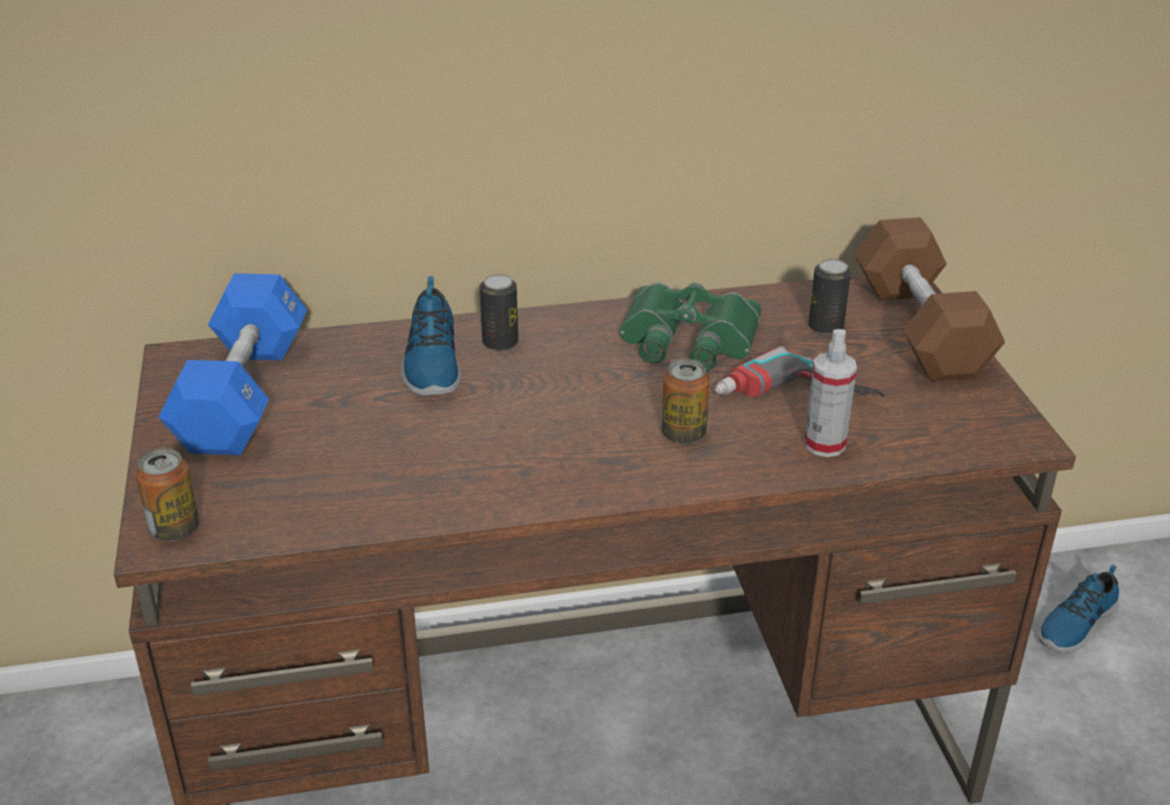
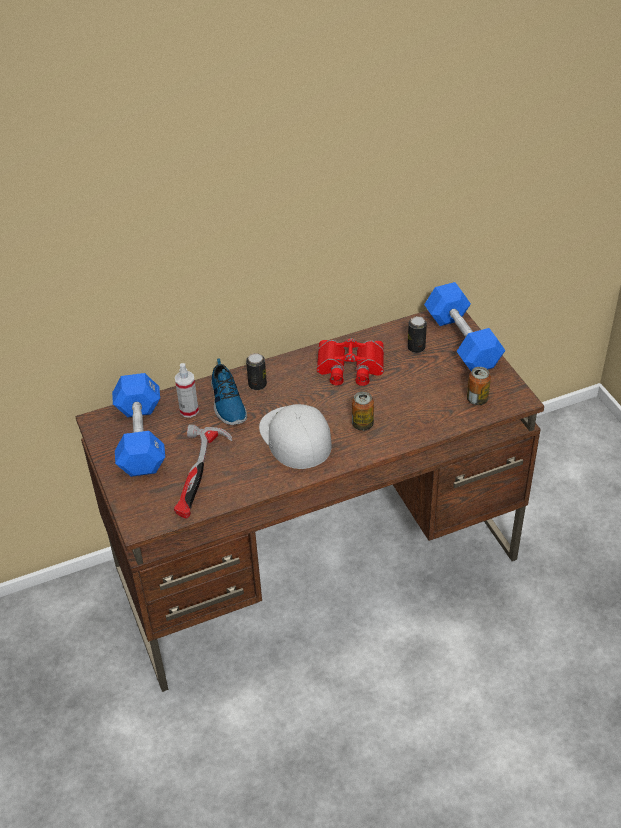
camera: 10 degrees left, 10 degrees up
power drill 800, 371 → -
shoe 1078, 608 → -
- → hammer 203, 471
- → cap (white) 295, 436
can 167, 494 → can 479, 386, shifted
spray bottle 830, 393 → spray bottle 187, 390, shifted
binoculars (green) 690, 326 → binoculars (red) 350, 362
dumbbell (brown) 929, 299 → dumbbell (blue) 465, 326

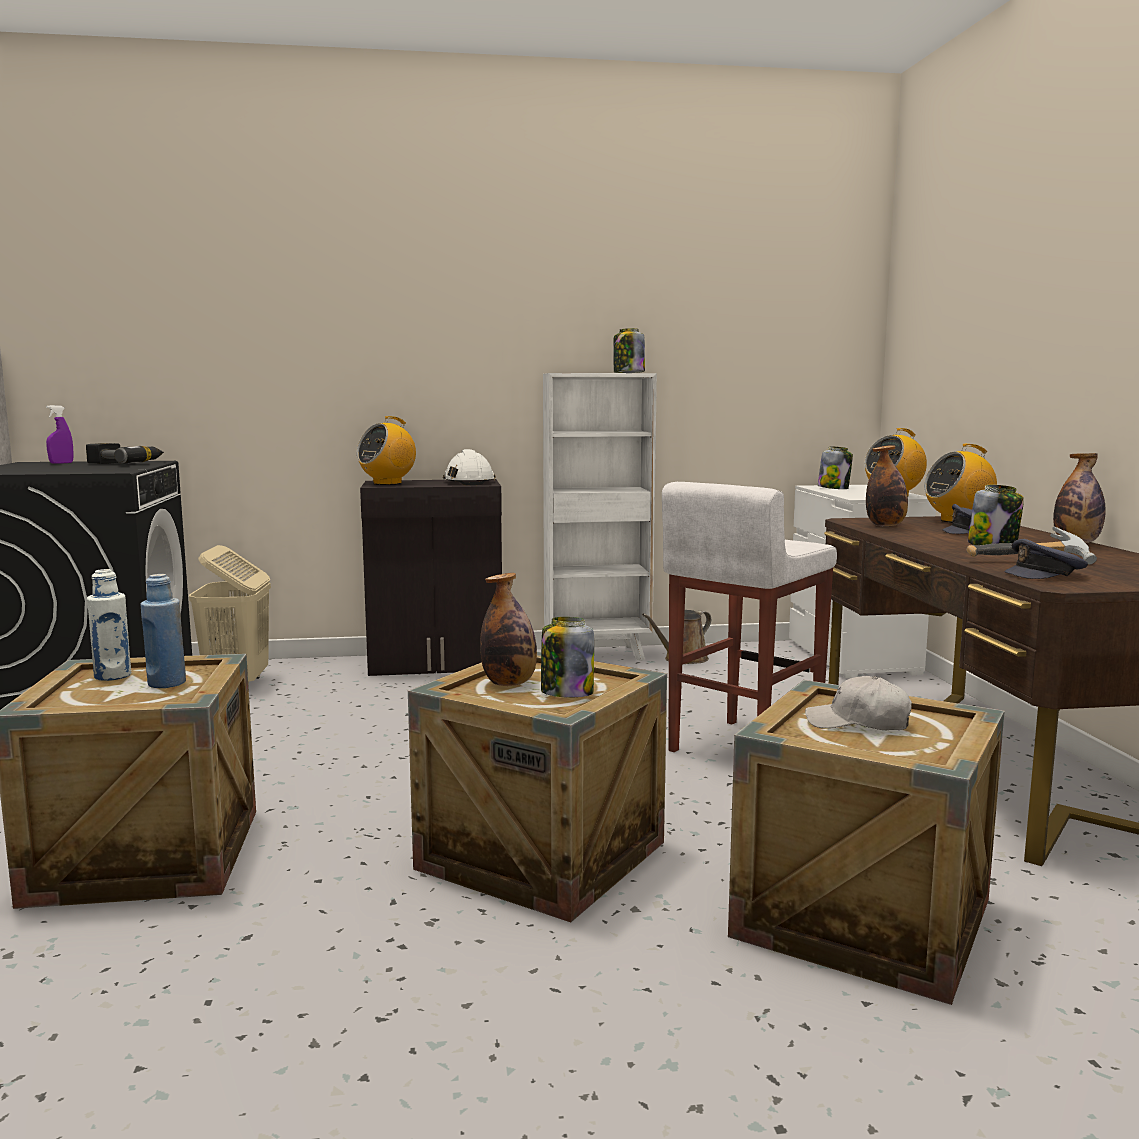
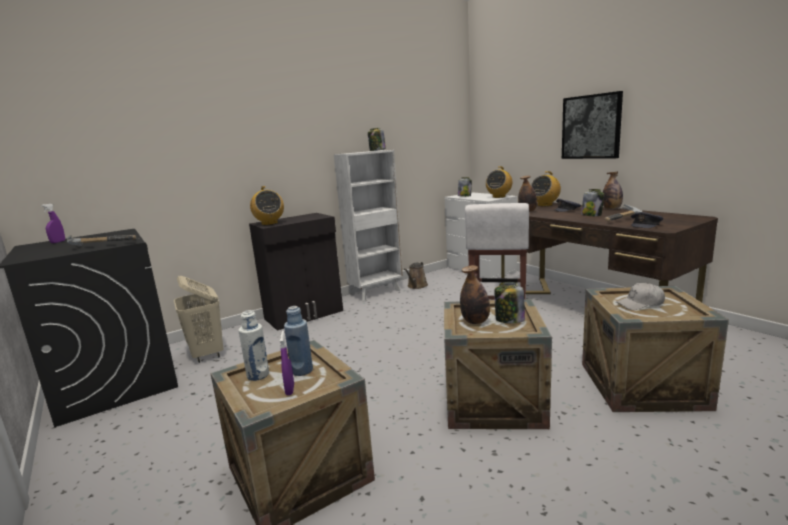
camera: 25 degrees left, 5 degrees up
power drill 125, 453 → -
hard hat (white) 469, 467 → -
- → hammer 101, 241
- → spray bottle (purple) 287, 363
- → picture 592, 125
radio 386, 450 → radio 267, 205, 45 degrees counterclockwise

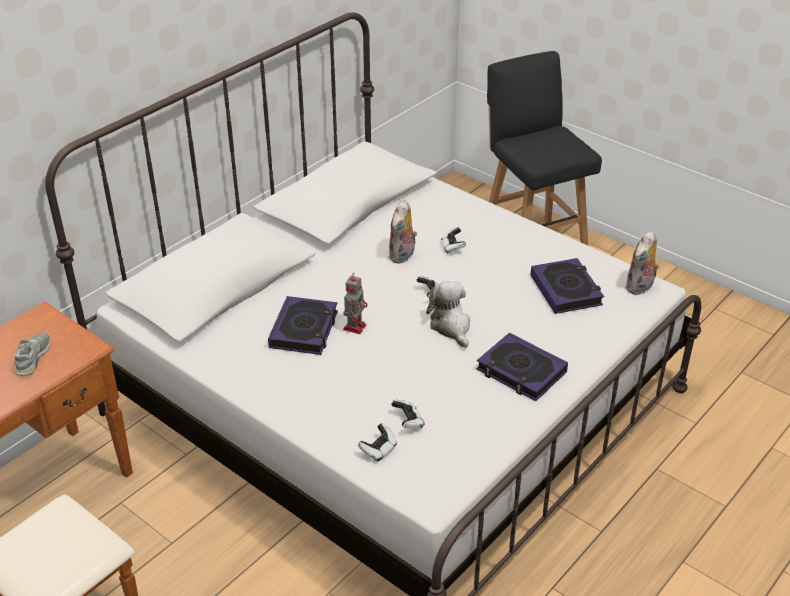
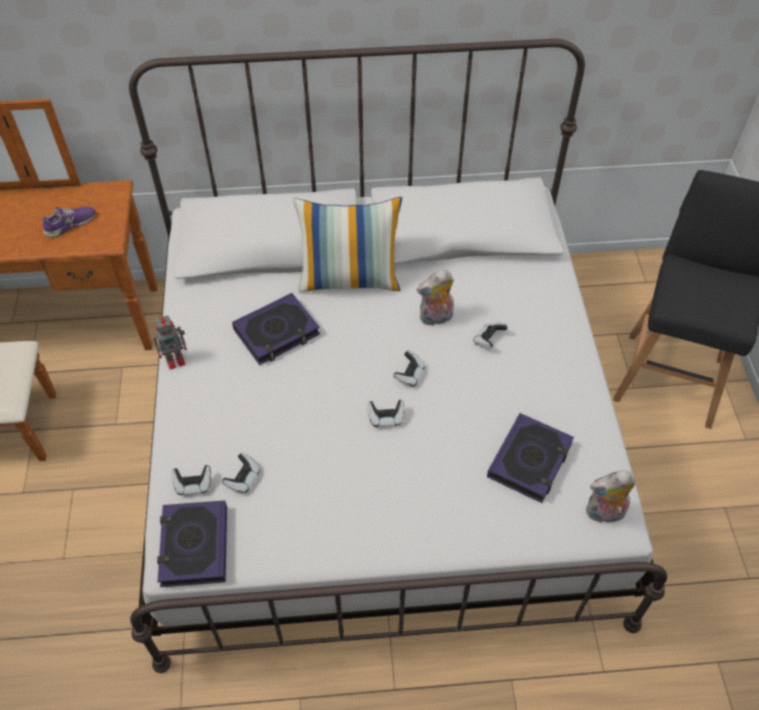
camera: 45 degrees right, 15 degrees up
- → pillow 347, 244
toy robot 355, 304 → toy robot 169, 342, shifted
book 522, 367 → book 192, 543, shifted
plush toy 448, 314 → game controller 386, 413
shoe (grey) 32, 354 → shoe (purple) 69, 222

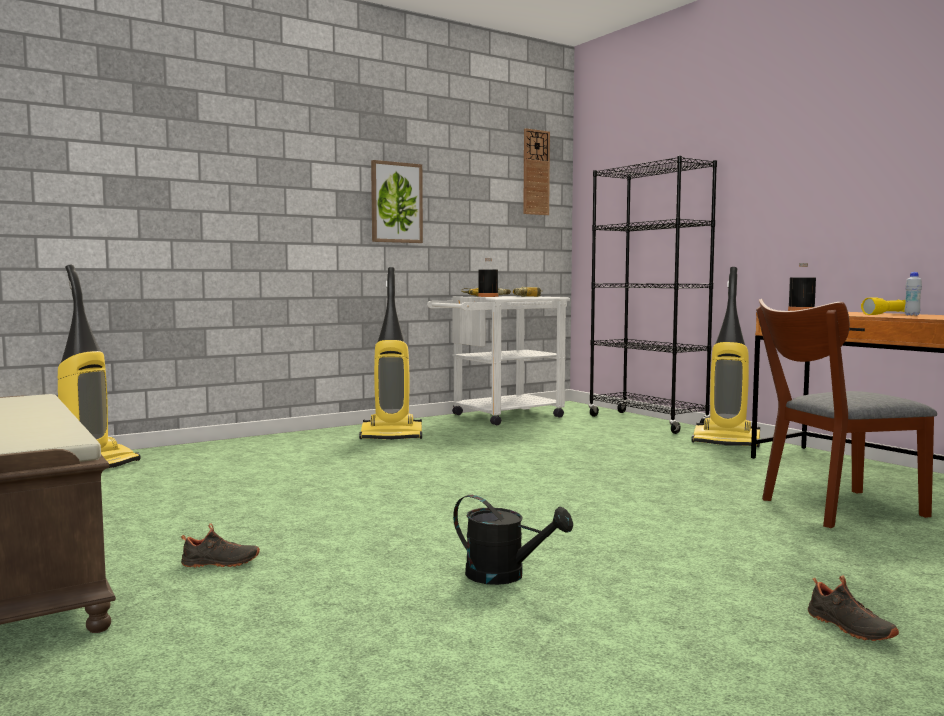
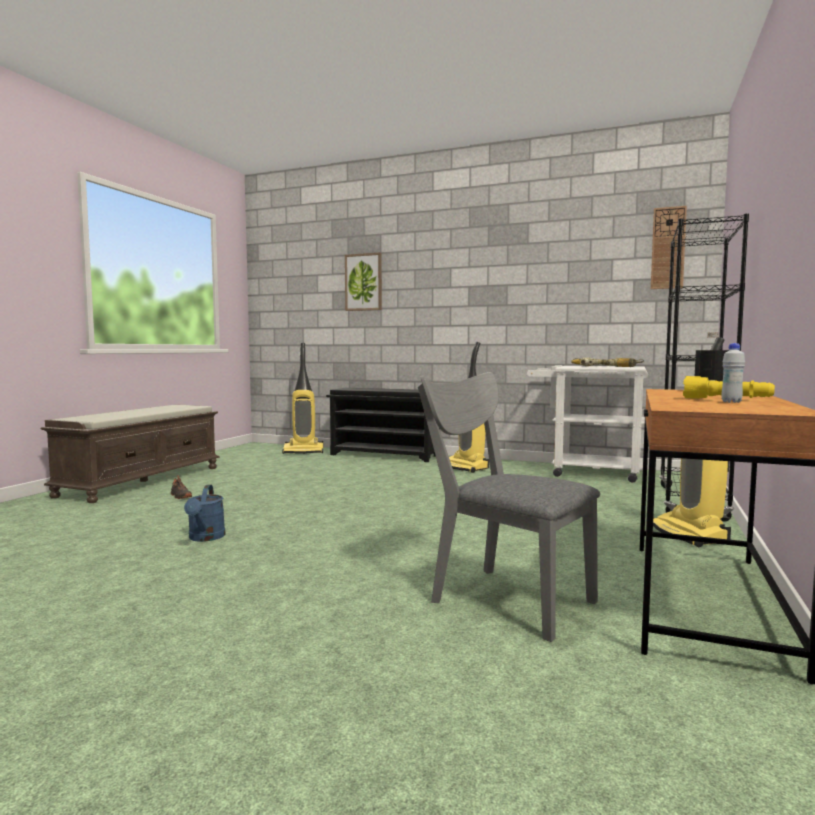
camera: 55 degrees right, 0 degrees up
bottle (black) 488, 277 → -
shoe (black) 853, 608 → -
- → shoe rack (black) 383, 425
picture 397, 201 → picture 363, 281, shifted
watering can (black) 513, 540 → watering can (blue) 205, 513
chair (brown) 846, 413 → chair (grey) 509, 507

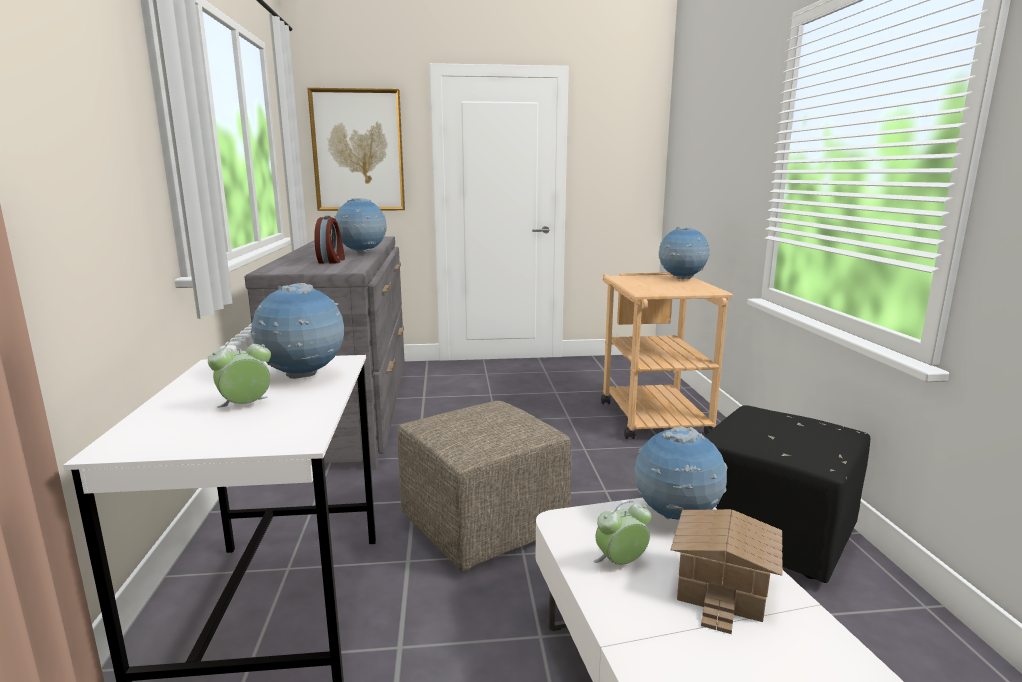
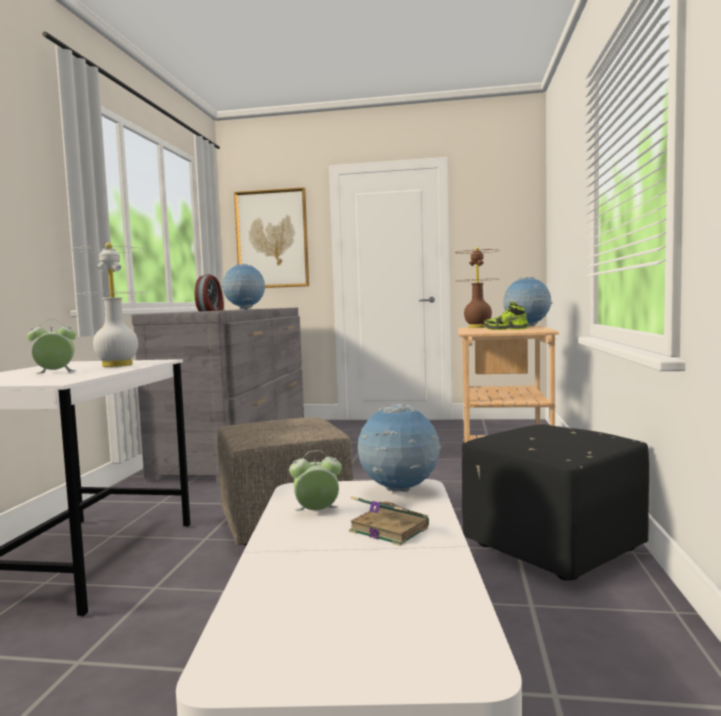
camera: 15 degrees right, 10 degrees down
- → table lamp (brown) 477, 287
- → shoe 506, 316
globe 297, 331 → table lamp (white) 109, 305
toy house 726, 571 → book 389, 521

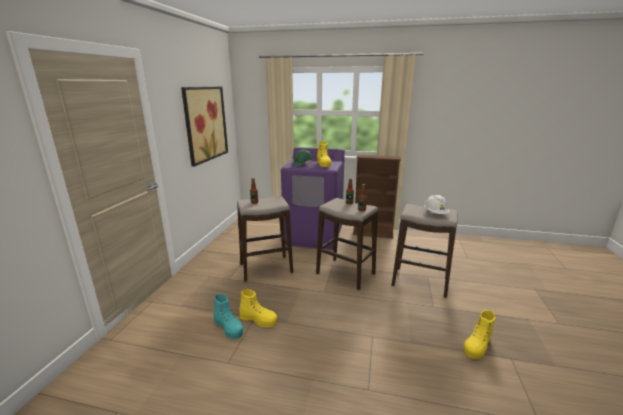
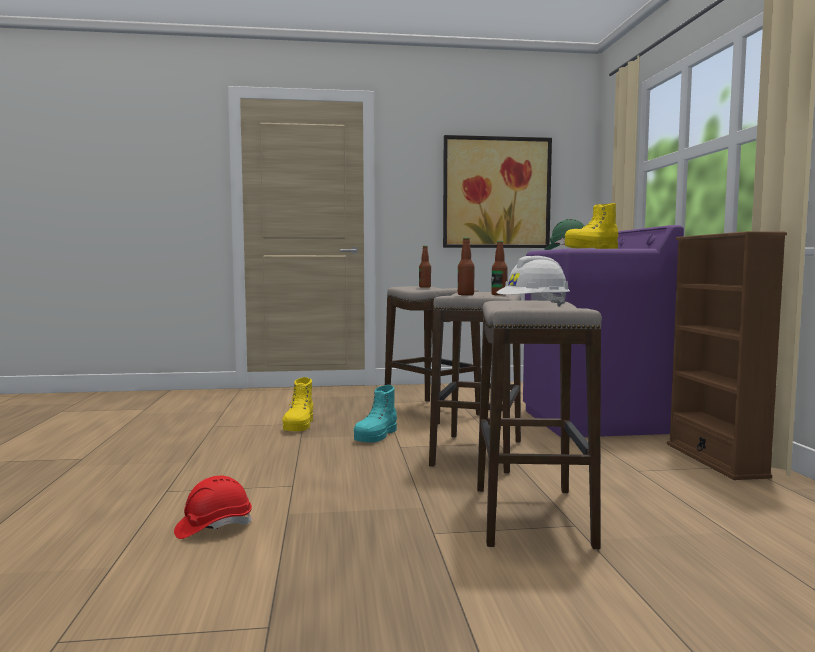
camera: 70 degrees right, 15 degrees down
boot (yellow) 480, 334 → -
- → hard hat (red) 213, 507
boot (turquoise) 228, 316 → boot (turquoise) 375, 414, shifted

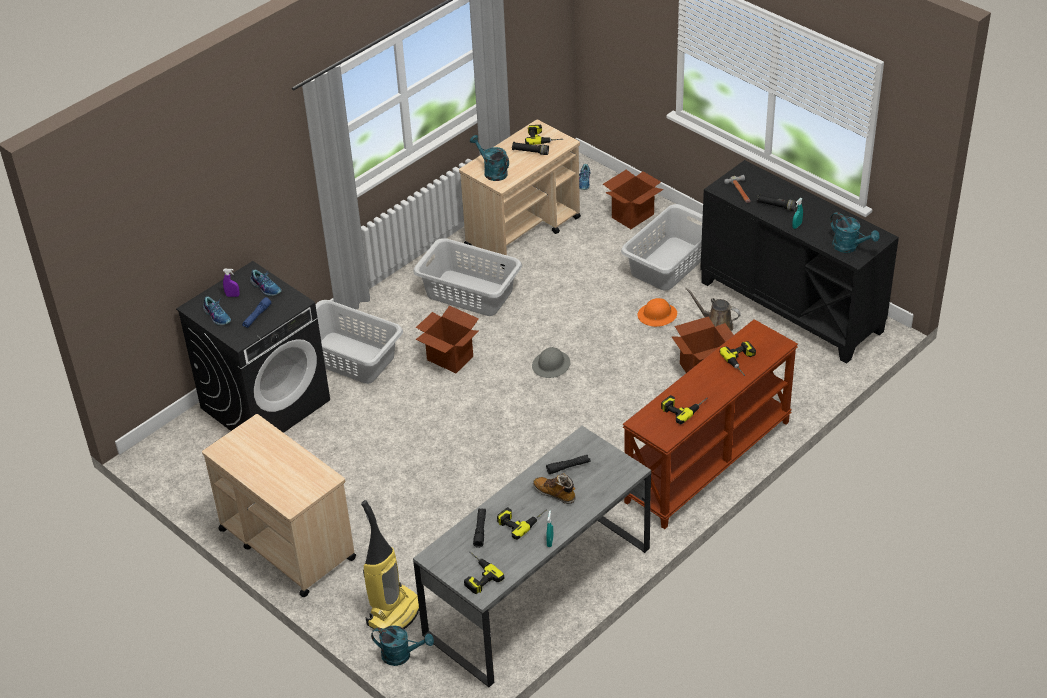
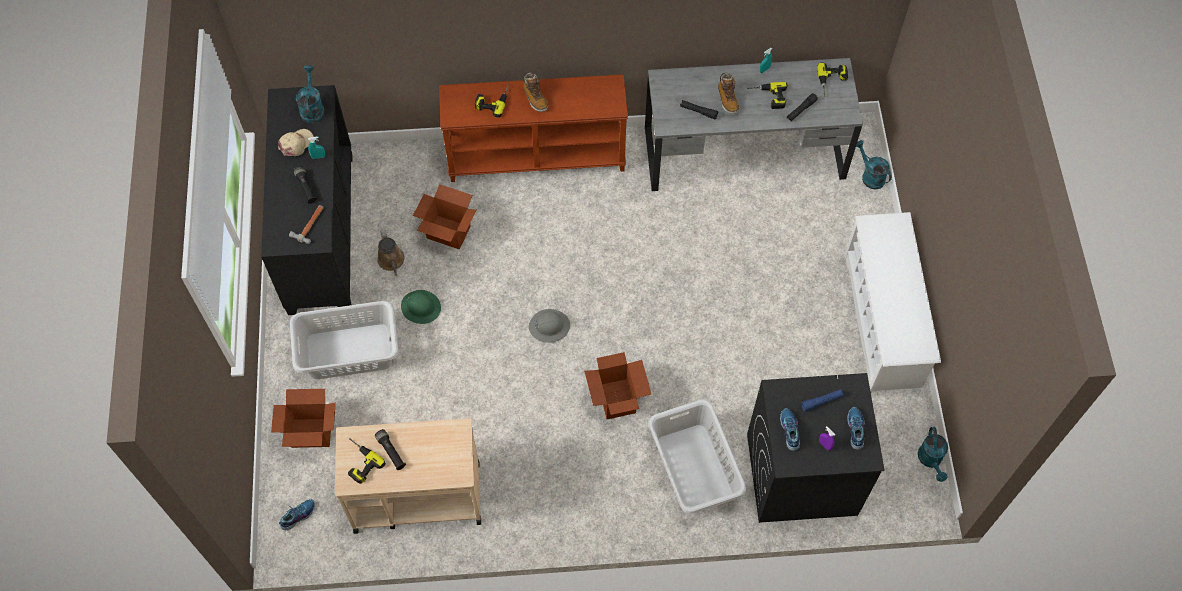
camera: 140 degrees left, 20 degrees up
vacuum cleaner 390, 566 → -
laundry basket (grey) 467, 277 → -
power drill 684, 409 → -
- → cap (beige) 296, 142
- → boot 535, 92
watering can (turquoise) 489, 158 → watering can (turquoise) 933, 454, shifted
cart (beige) 279, 505 → shoe rack (white) 892, 303
hard hat (orange) 657, 312 → hard hat (green) 421, 307

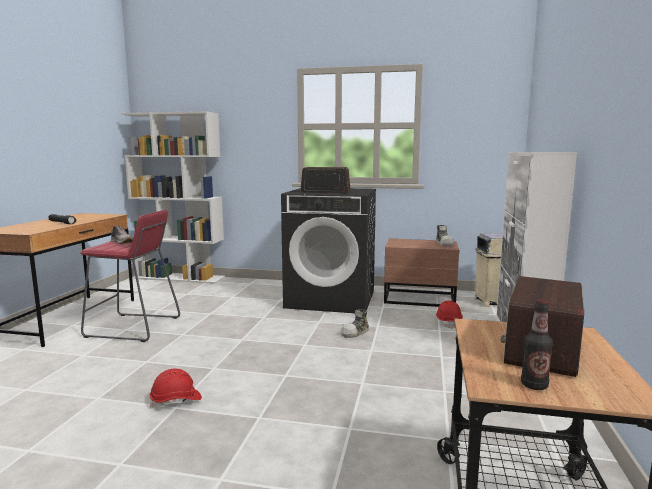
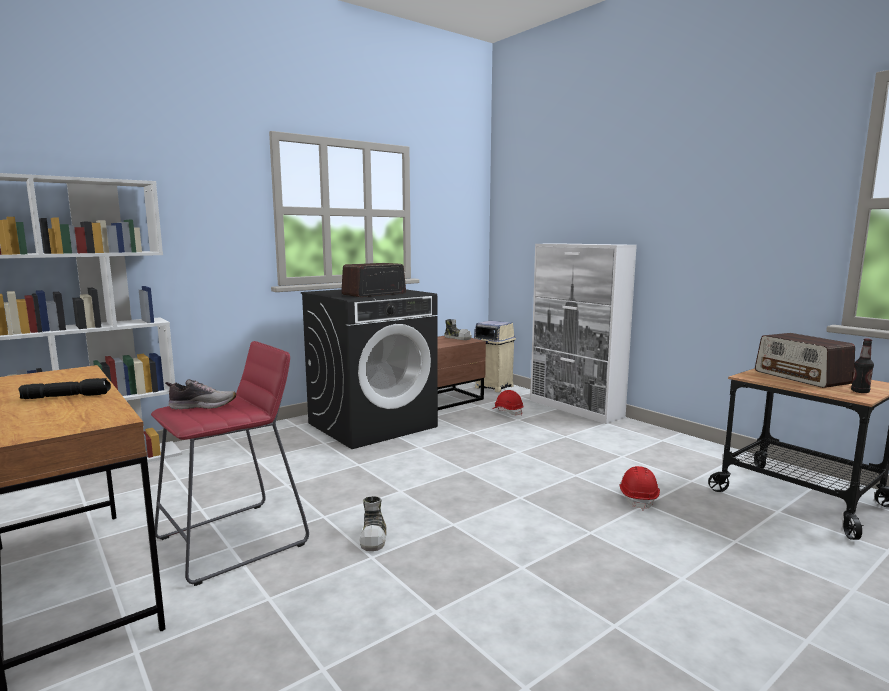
camera: 50 degrees left, 0 degrees up
hard hat (red) 176, 389 → hard hat (red) 639, 488, shifted
shoe 355, 323 → shoe 373, 523, shifted

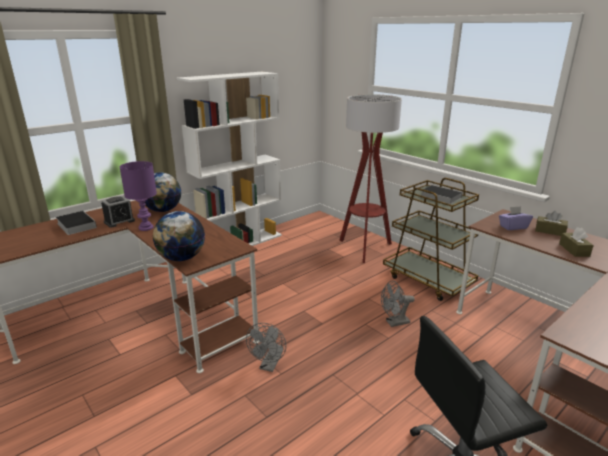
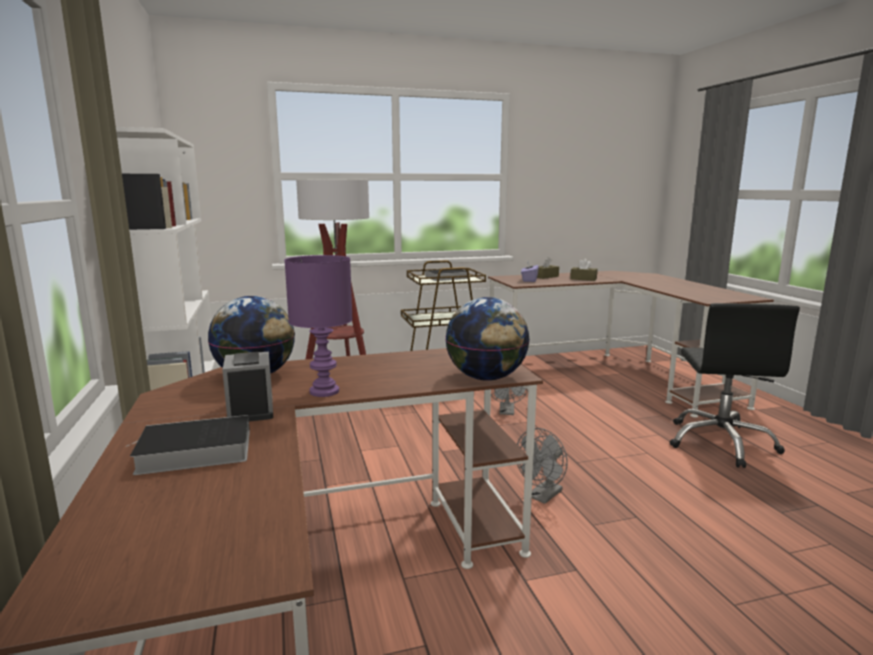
camera: 65 degrees left, 10 degrees down
fan (grey) 266, 347 → fan (grey) 542, 466, 90 degrees clockwise

